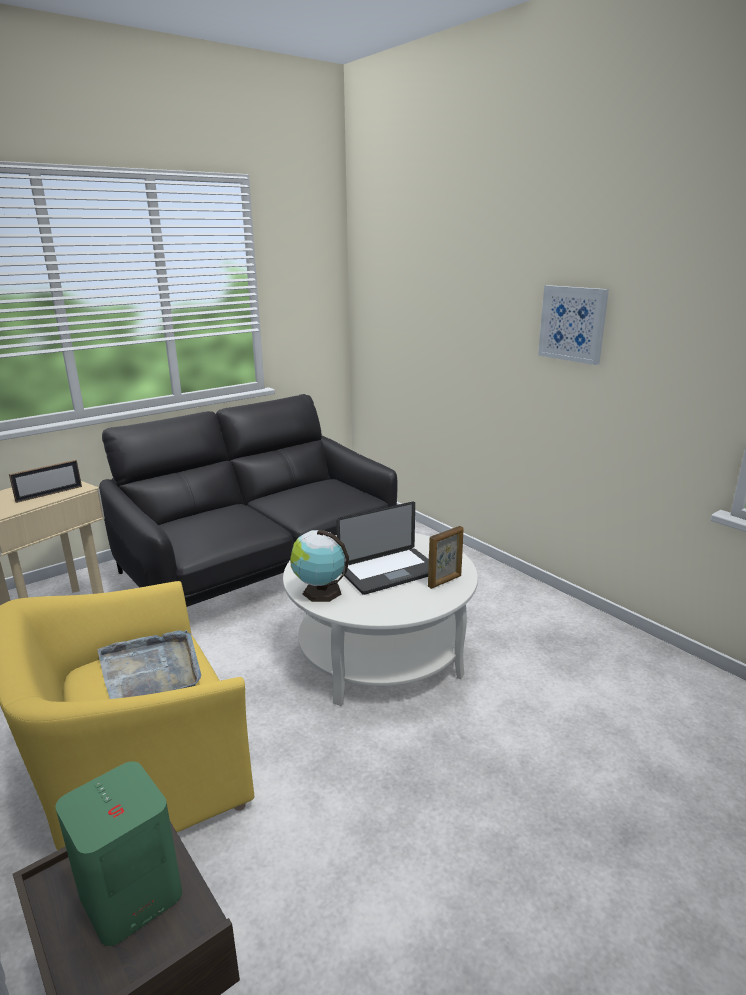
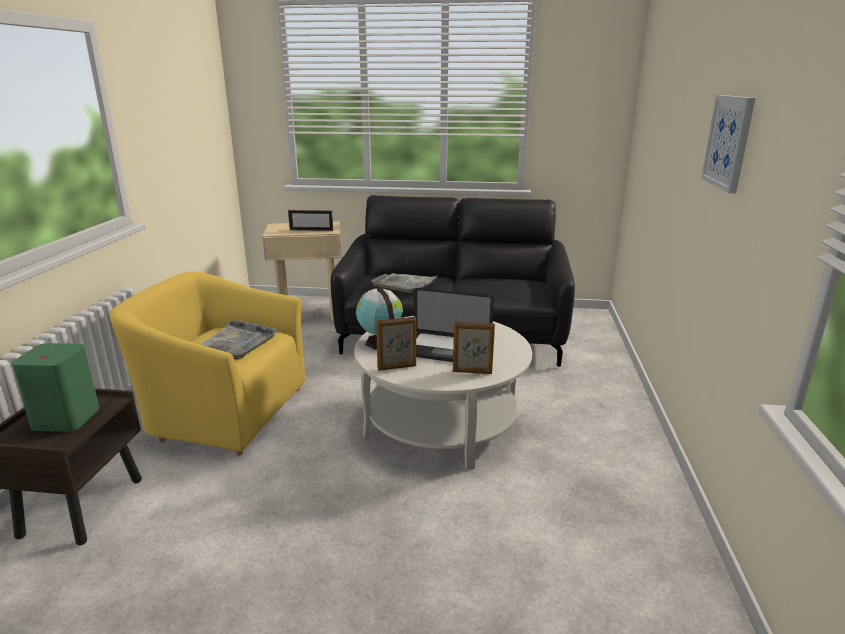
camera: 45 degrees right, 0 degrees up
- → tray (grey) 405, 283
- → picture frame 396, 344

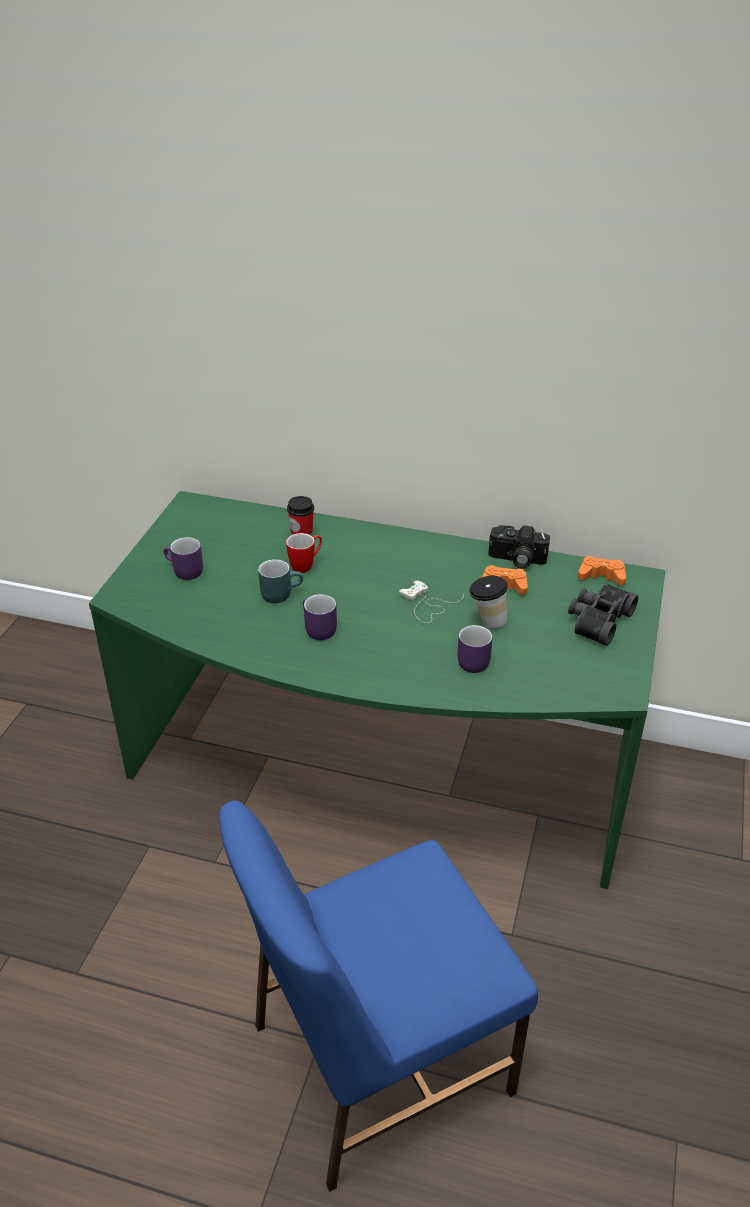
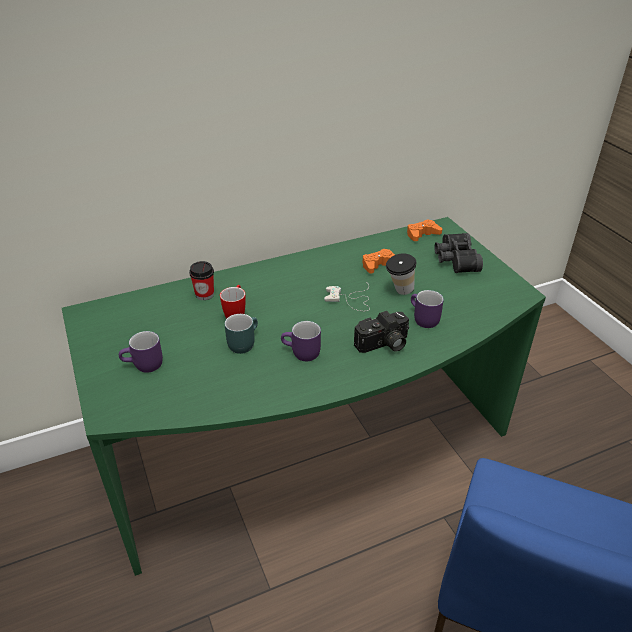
camera: 40 degrees left, 0 degrees up
photo camera 519, 547 → photo camera 381, 332, shifted

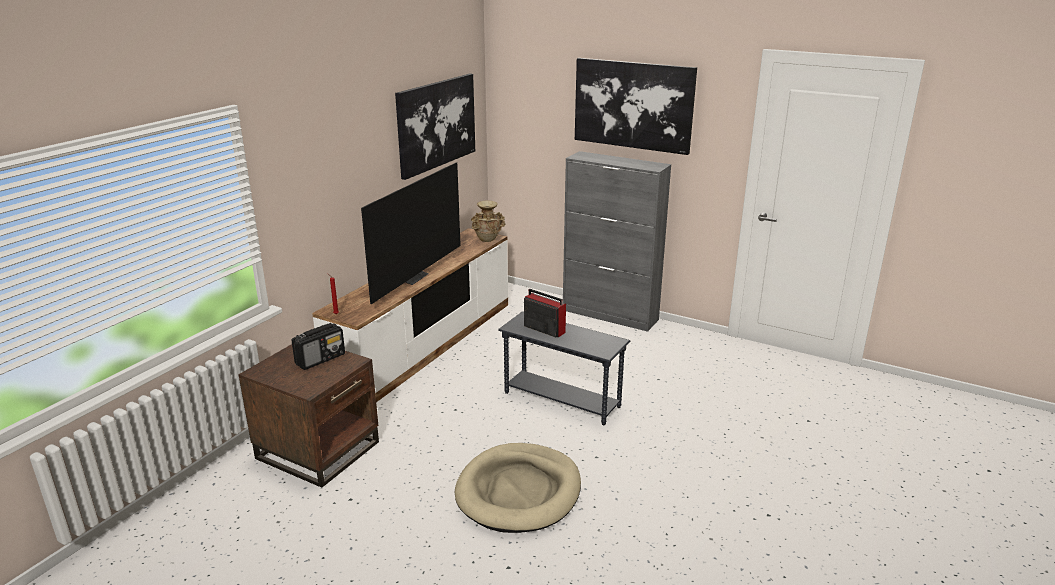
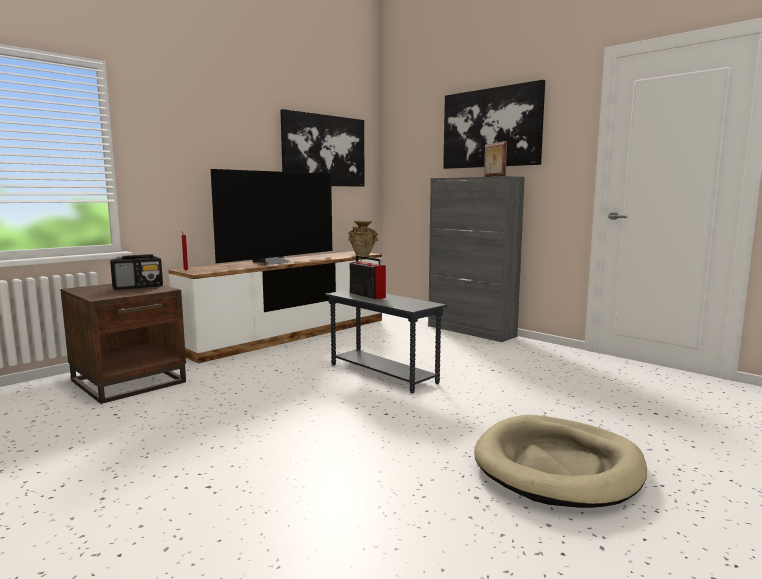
camera: 15 degrees right, 15 degrees down
- → picture frame 495, 159
dog bed (beige) 518, 488 → dog bed (beige) 560, 461, shifted

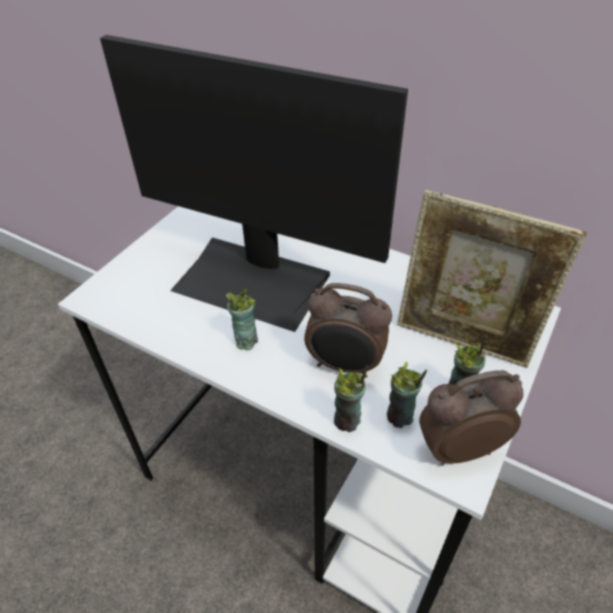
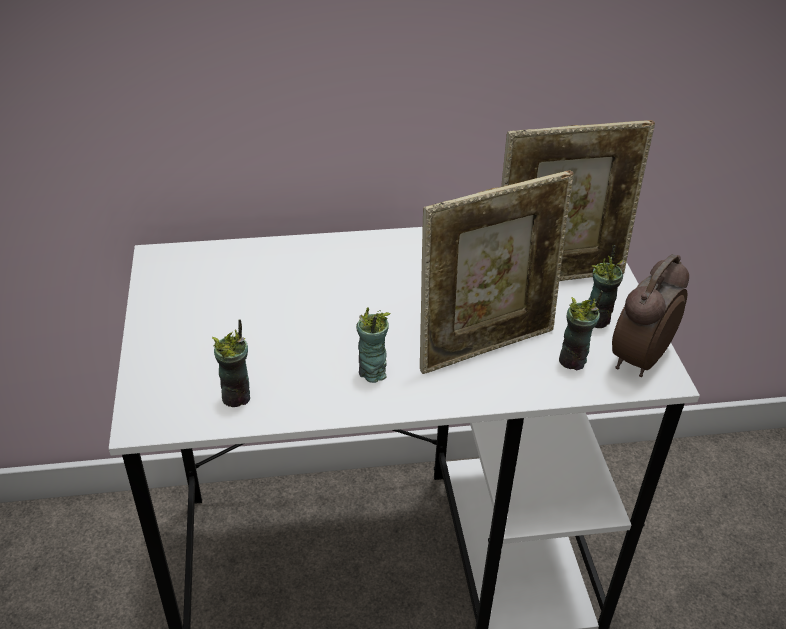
camera: 40 degrees left, 5 degrees down
monitor 254, 183 → -
cup 351, 399 → cup 231, 363, shifted
alarm clock 348, 330 → picture frame 497, 272

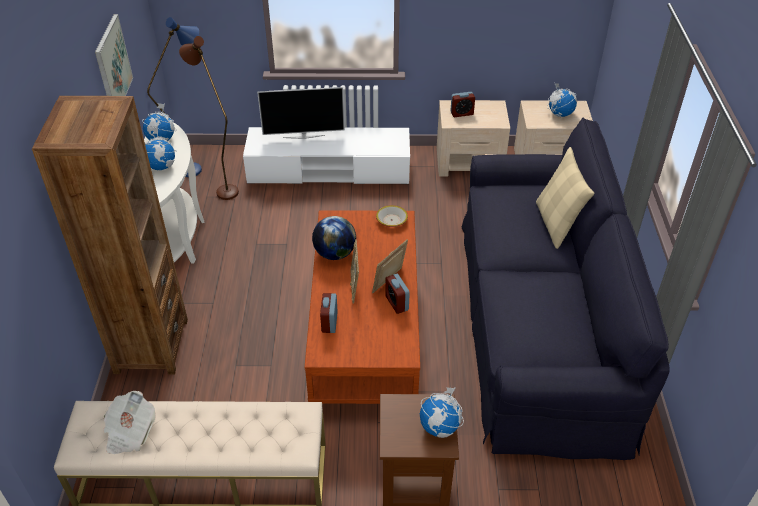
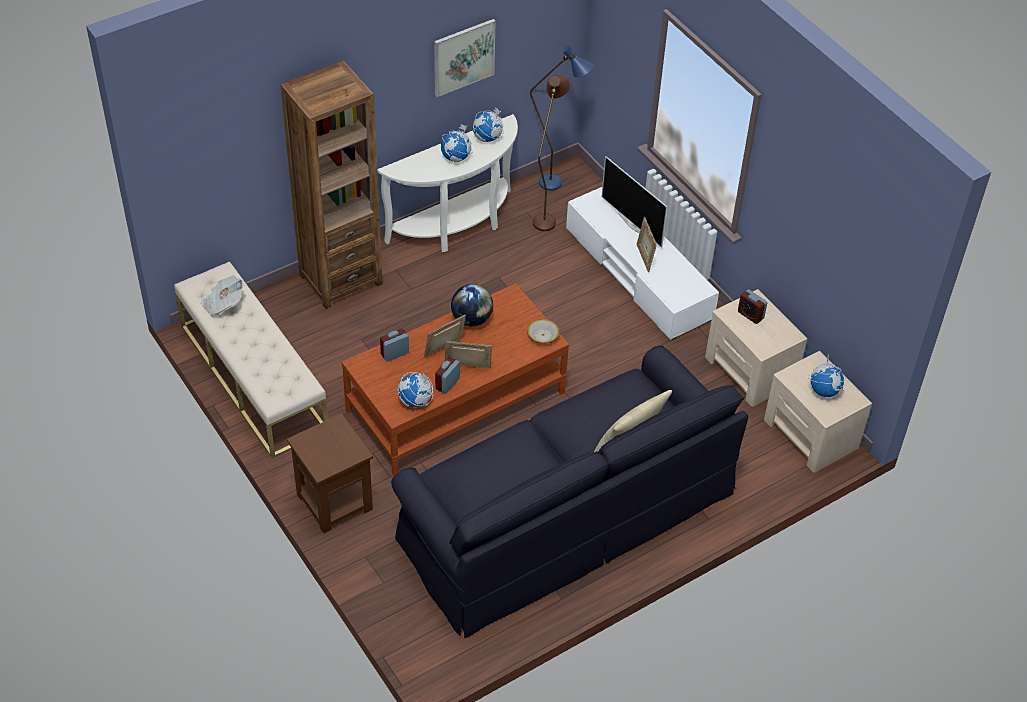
camera: 55 degrees right, 5 degrees up
- → picture frame 647, 244
globe 442, 412 → globe 415, 389, shifted

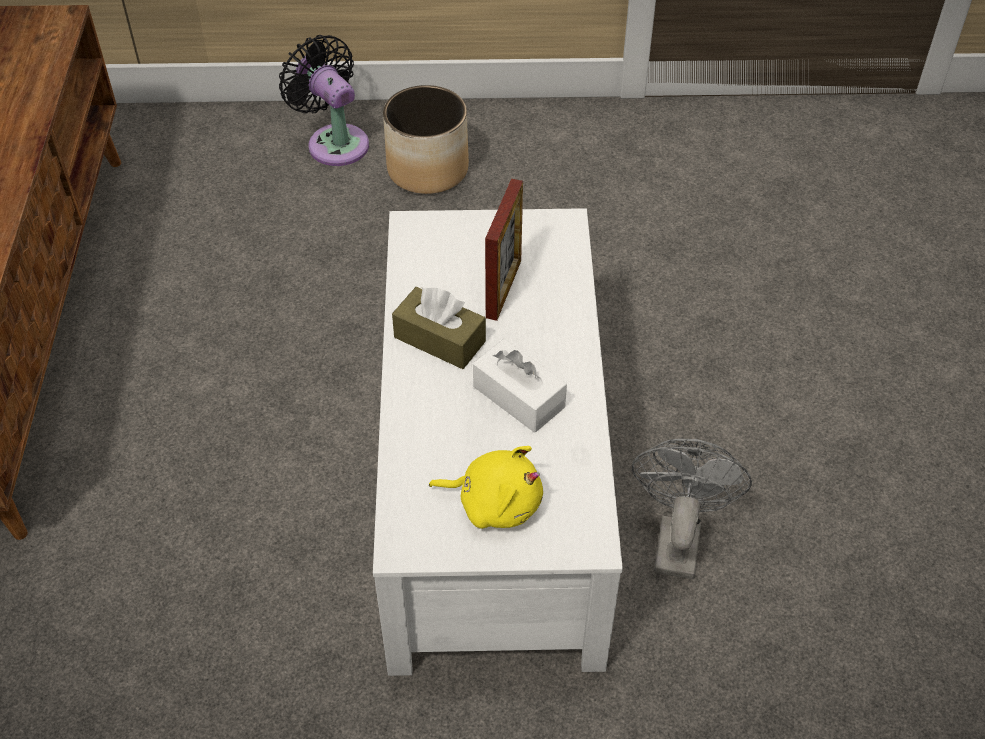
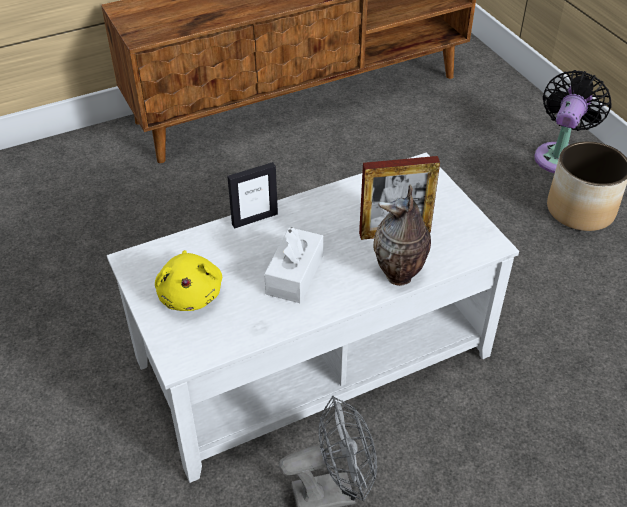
camera: 65 degrees right, 5 degrees down
tissue box (brown) 439, 328 → -
- → picture frame 252, 195
- → vase 402, 235

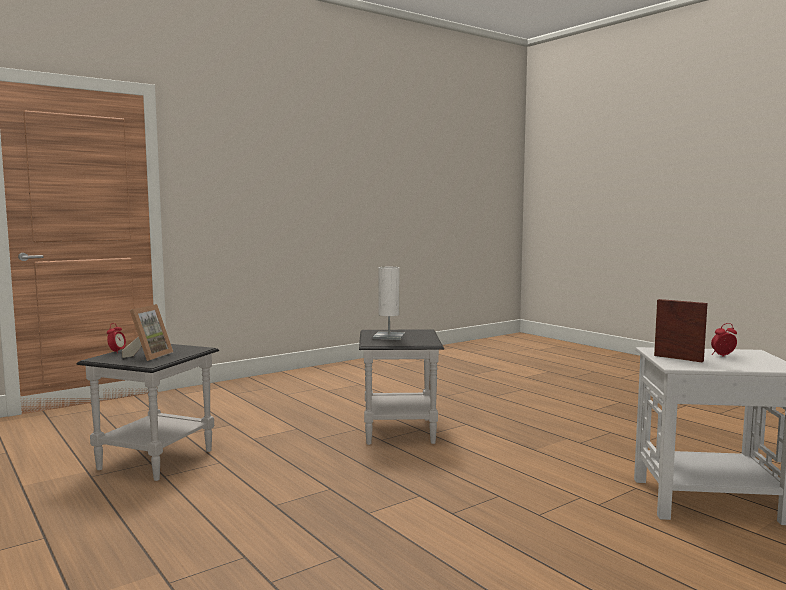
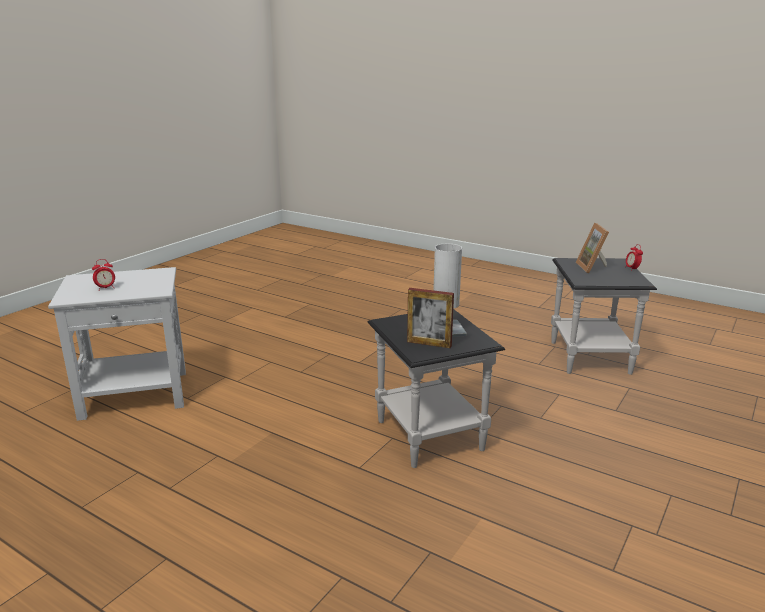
camera: 160 degrees right, 15 degrees up
picture frame 680, 330 → picture frame 430, 318, shifted

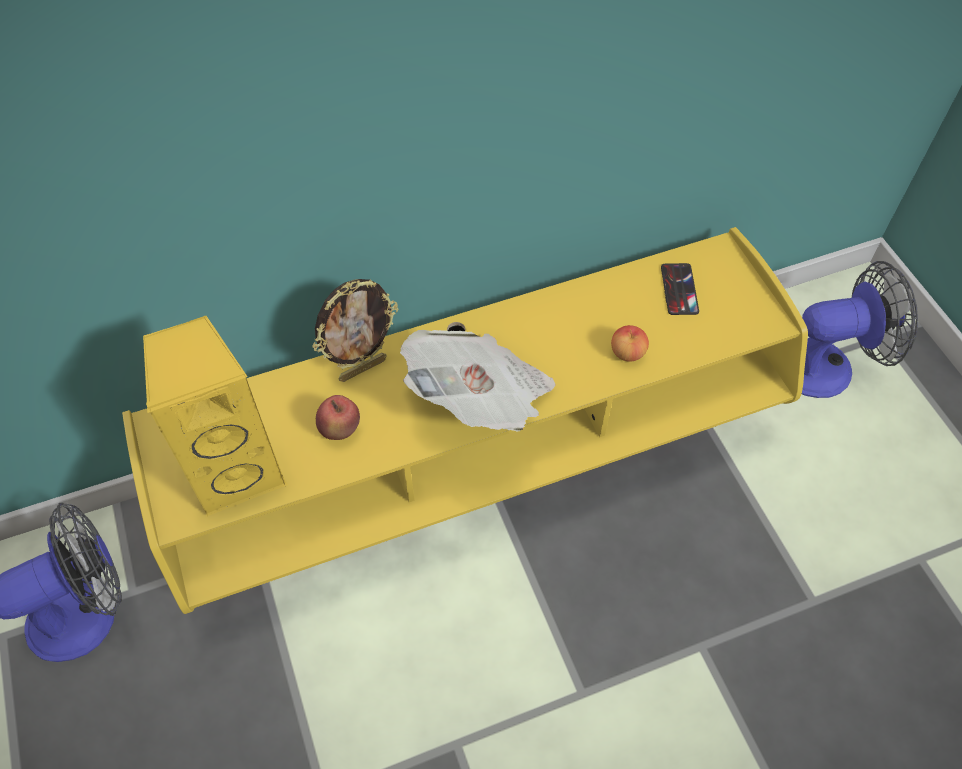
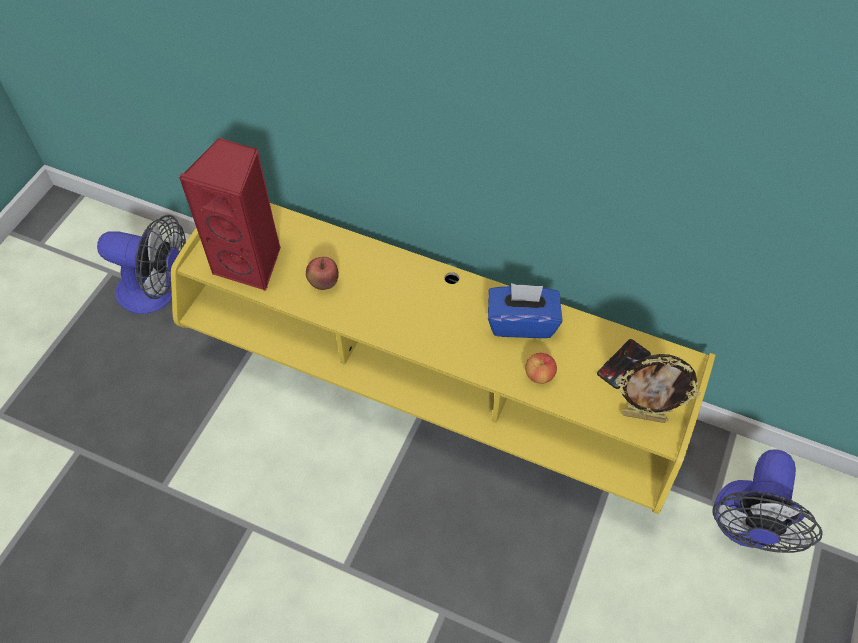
camera: 45 degrees right, 0 degrees up
newspaper 478, 381 → -
- → tissue box (blue) 525, 310
picture frame 355, 330 → picture frame 658, 388, shifted
speaker (yellow) 215, 416 → speaker (red) 229, 214
fan 860, 329 → fan 767, 501, 75 degrees clockwise

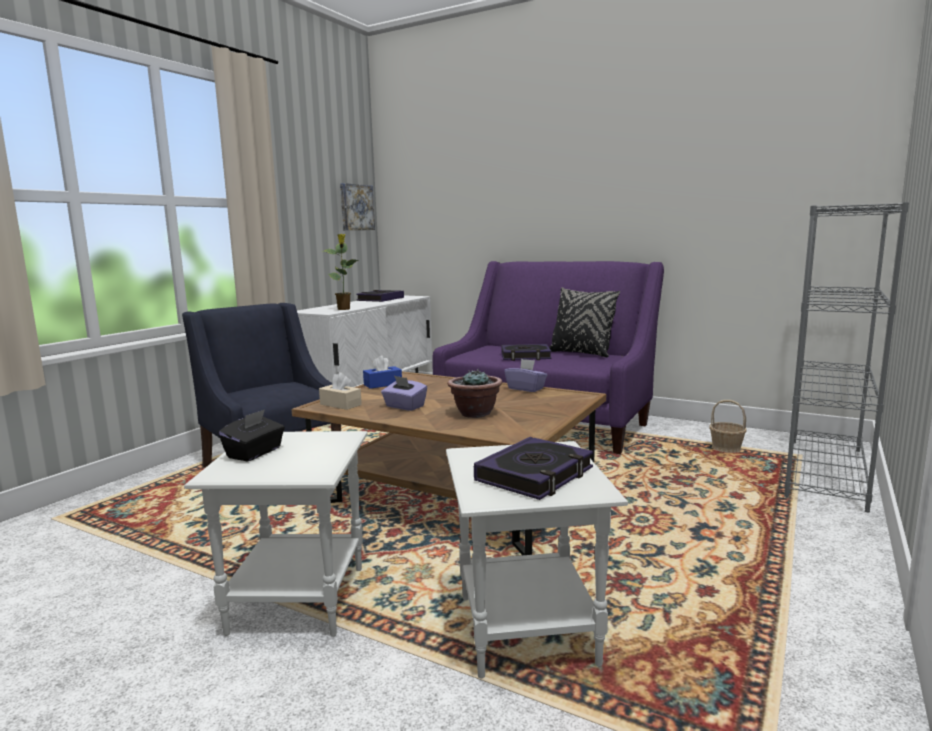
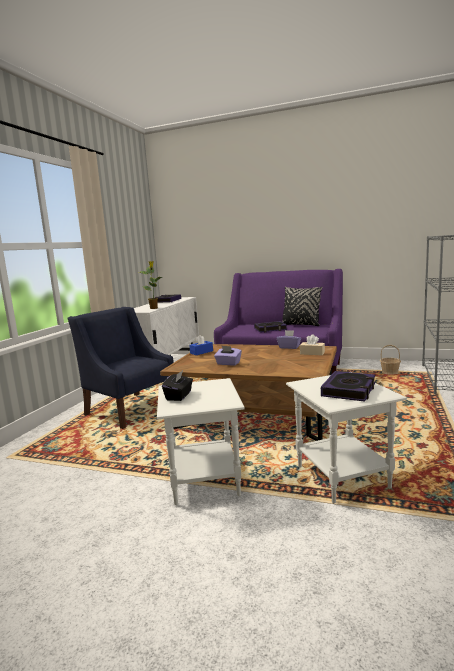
camera: 10 degrees left, 0 degrees up
picture 357, 206 → -
potted plant 474, 393 → -
tissue box (beige) 340, 391 → tissue box (beige) 312, 344, shifted

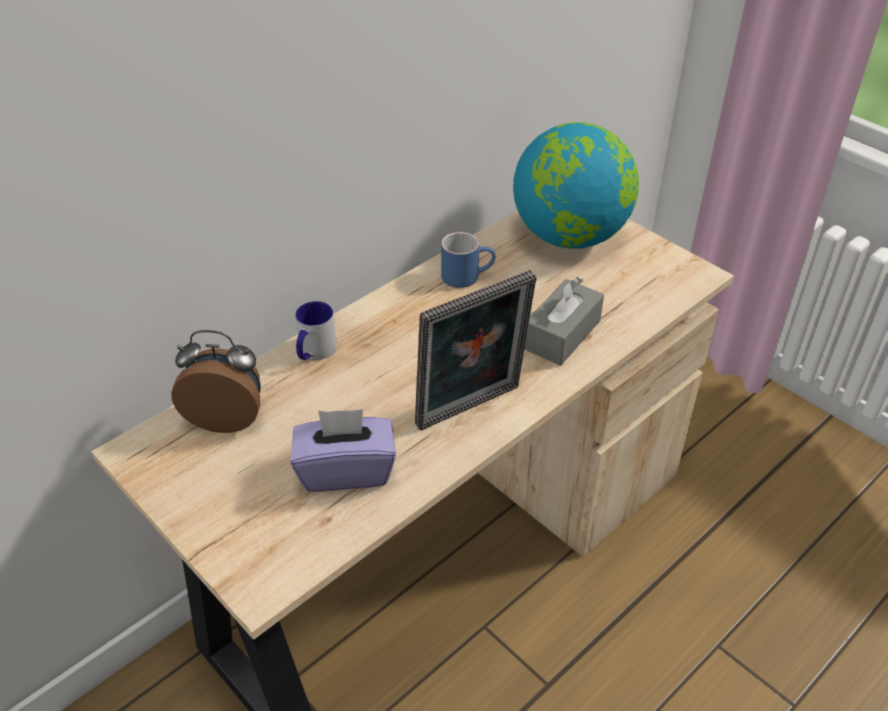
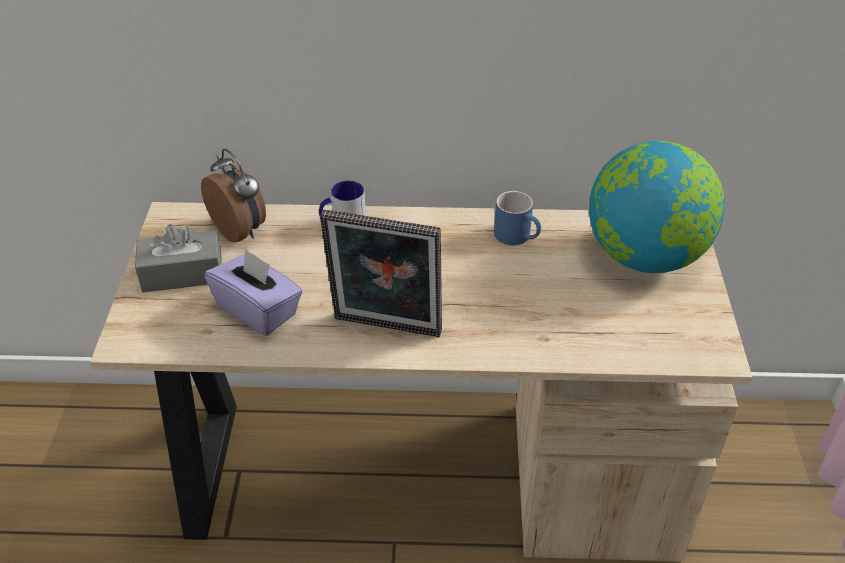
camera: 45 degrees right, 0 degrees up
tissue box (grey) 564, 321 → tissue box (grey) 178, 258, shifted

